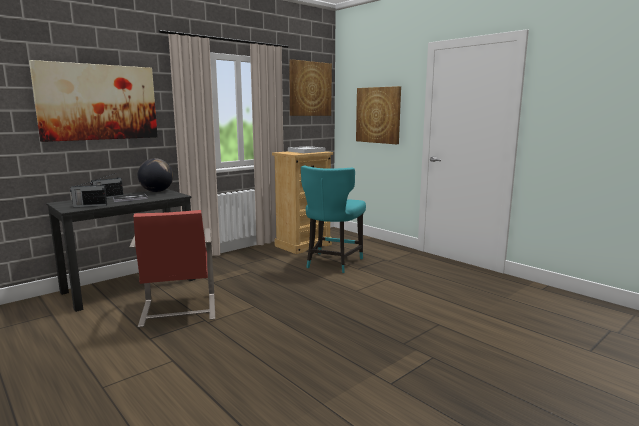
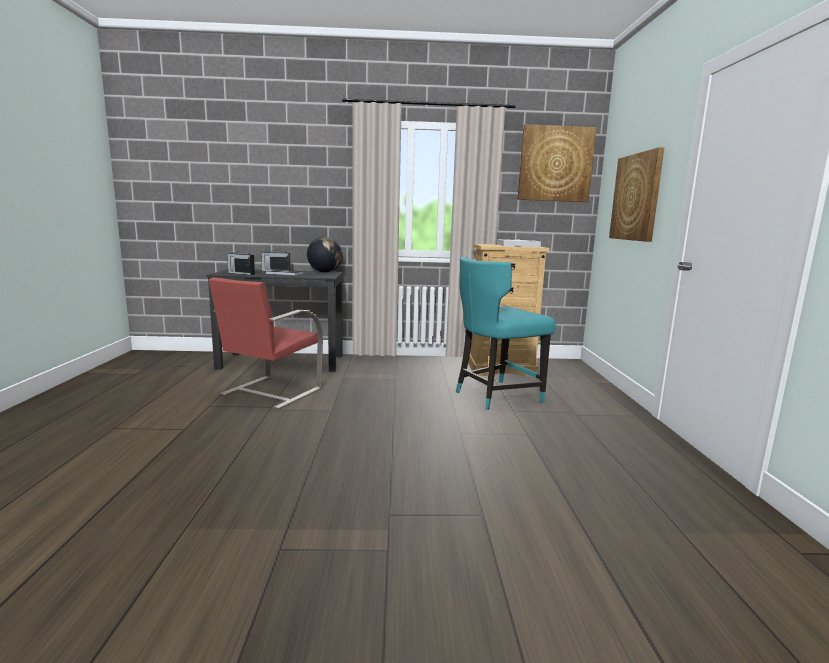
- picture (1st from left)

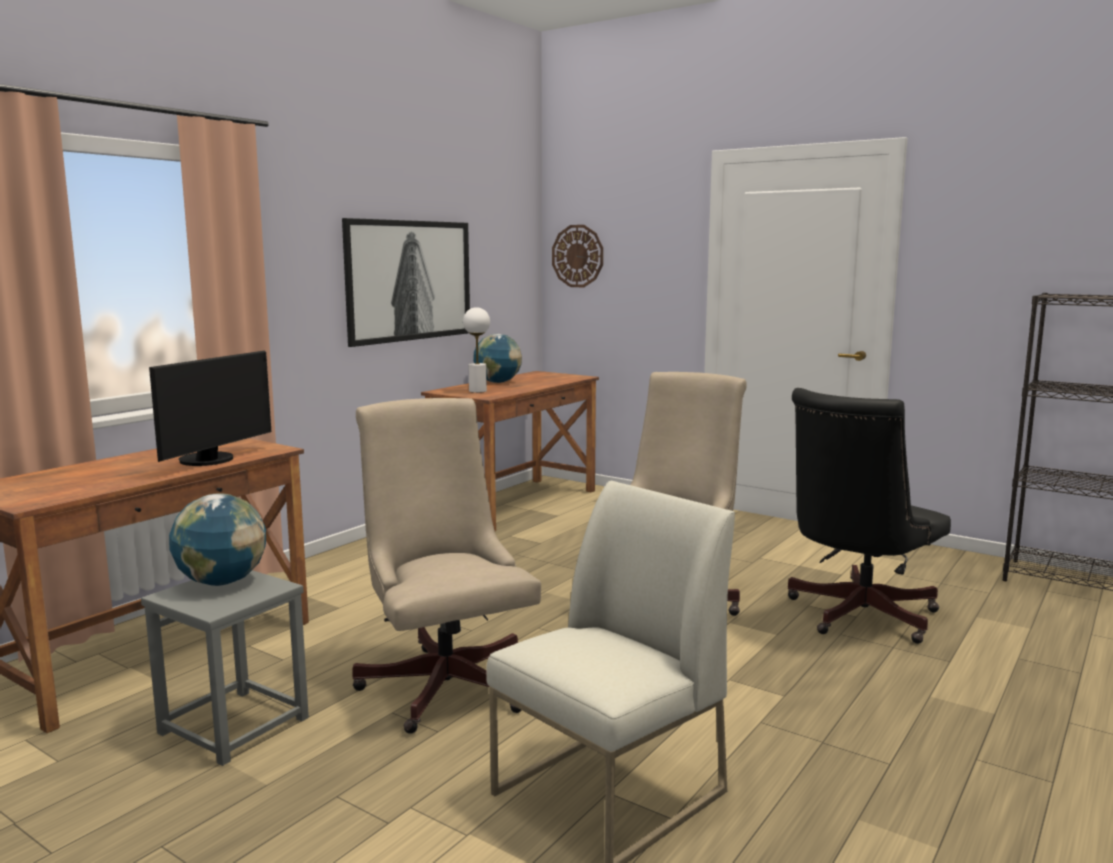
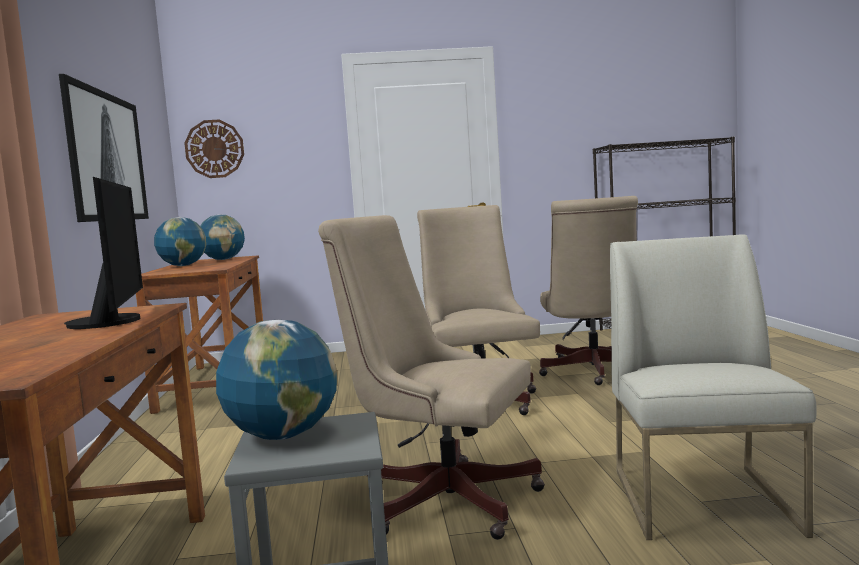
- table lamp (white)
~ office chair (black) to office chair (beige) (3rd from left)
+ globe (2nd from left)

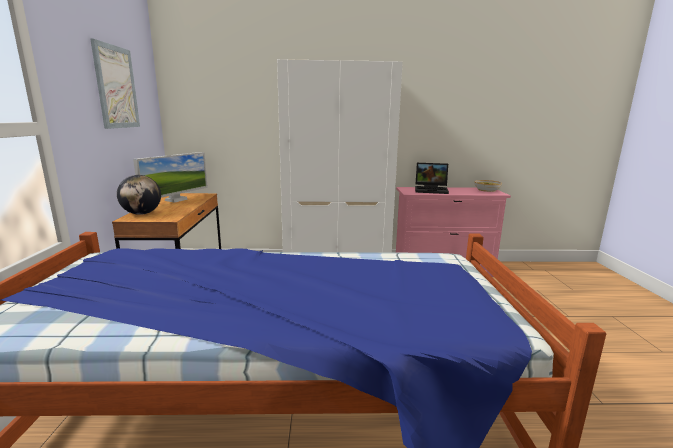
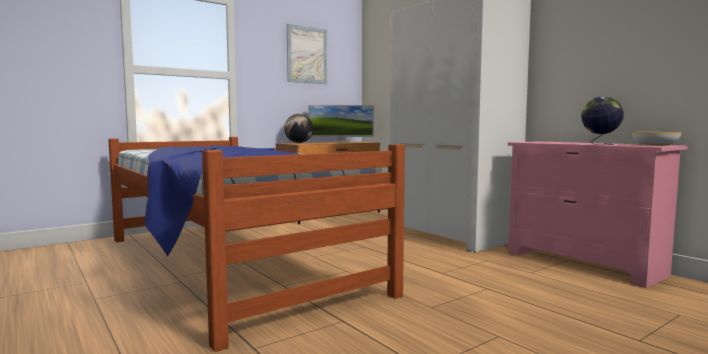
- laptop
+ globe (2nd from left)

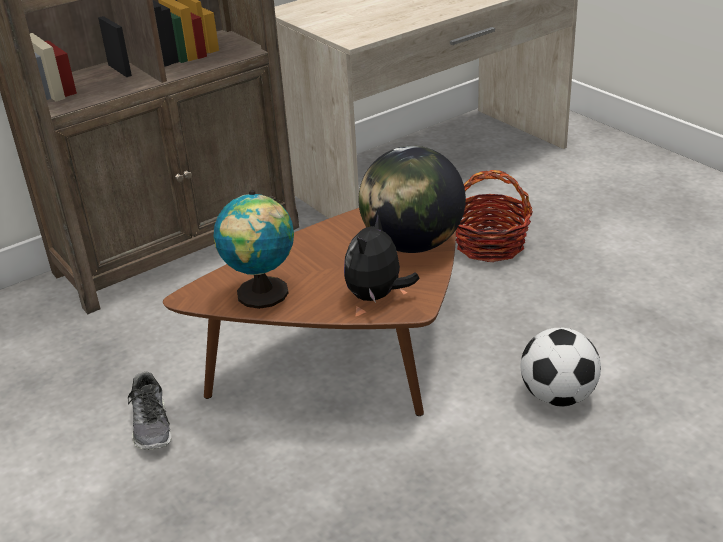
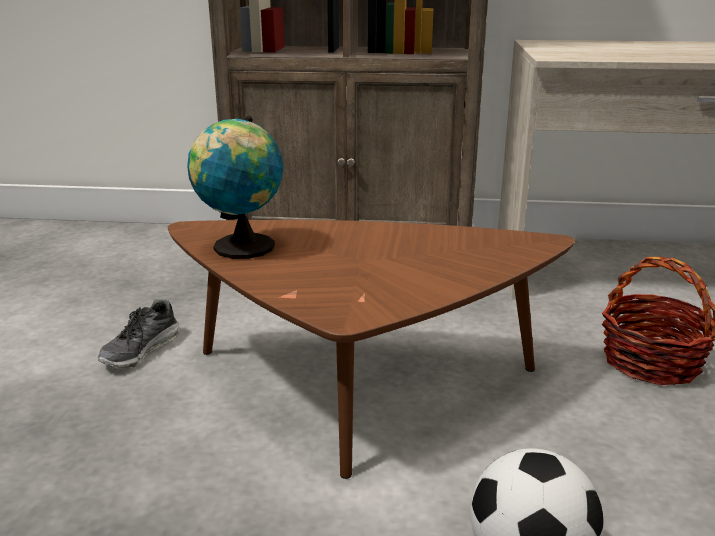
- plush toy
- globe (2nd from left)

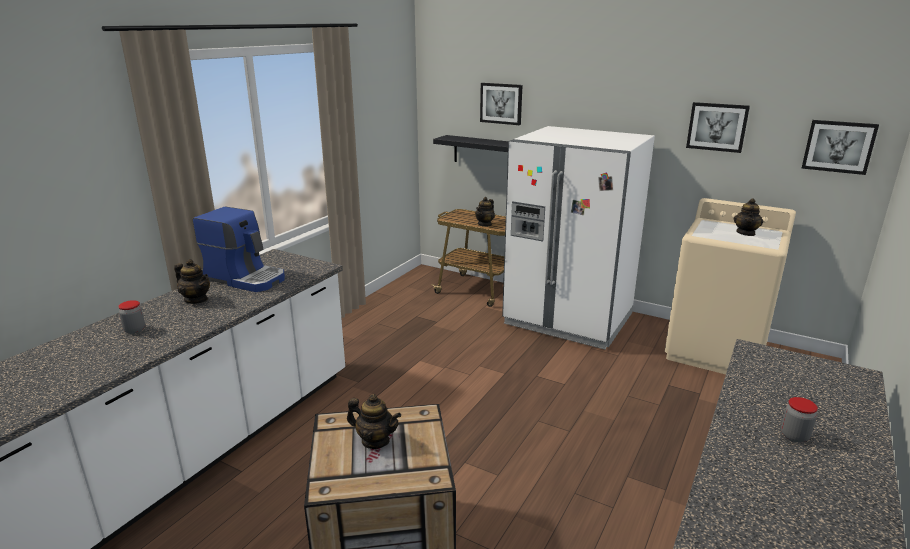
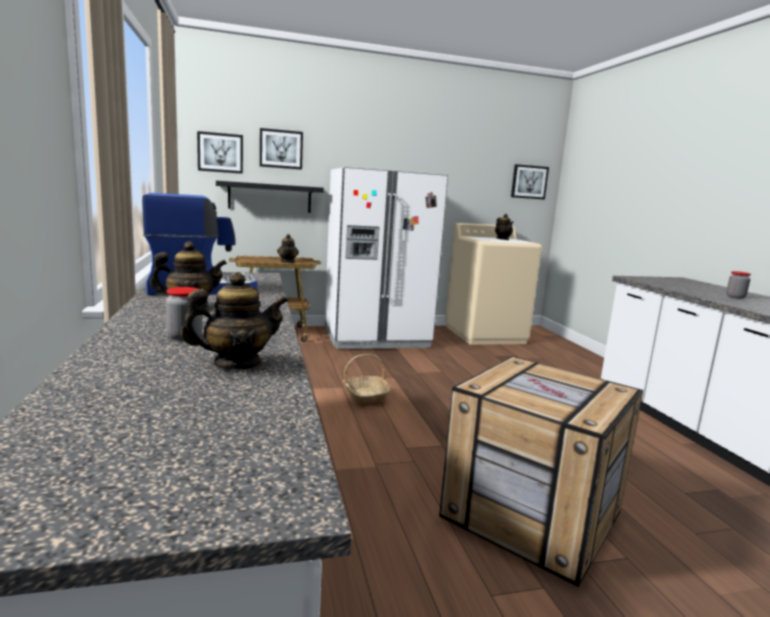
~ teapot (2nd from left)
~ picture (2nd from left in the first image) to picture (1st from left)
+ basket

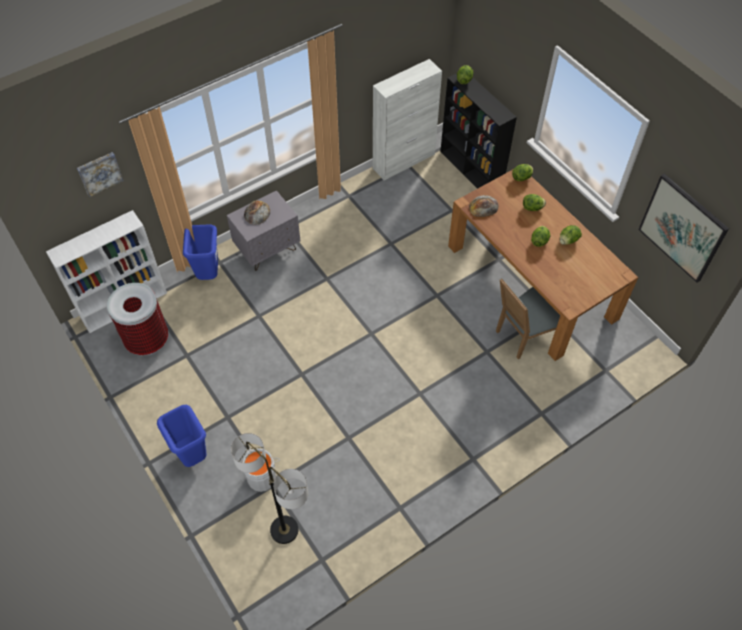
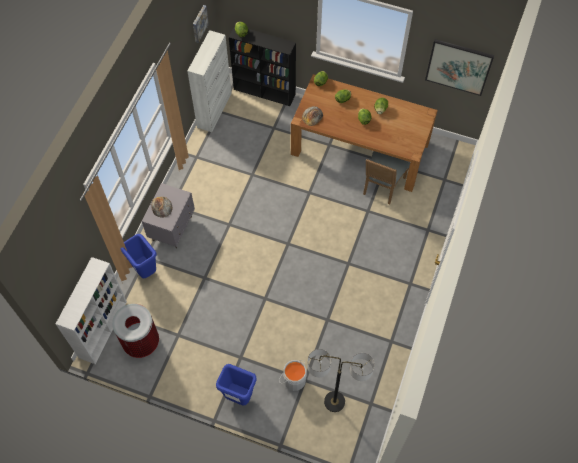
~ picture (1st from left)

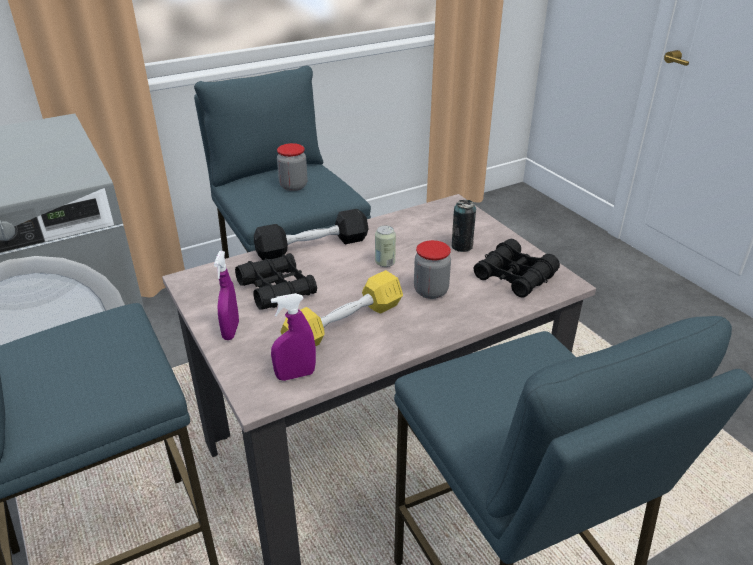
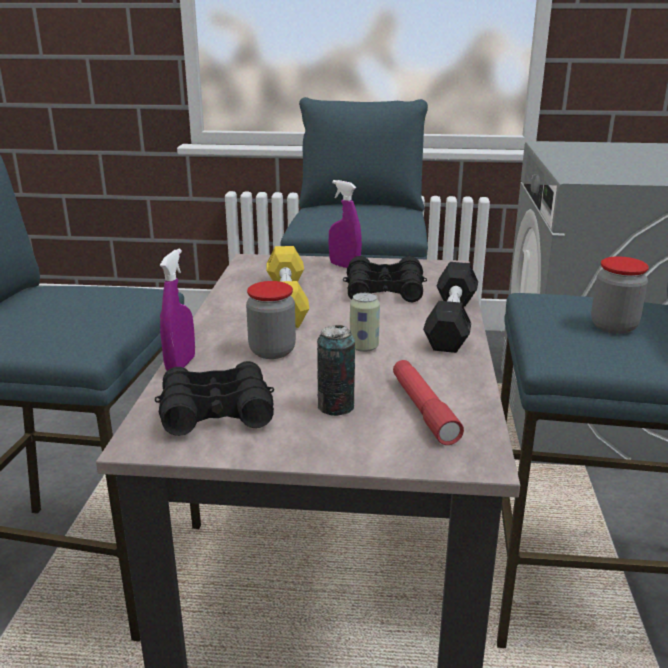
~ spray bottle (purple) (2nd from left in the first image) to spray bottle (purple) (1st from left)
+ flashlight (red)

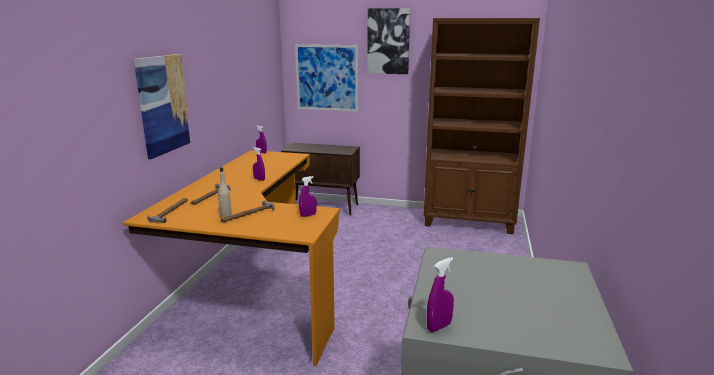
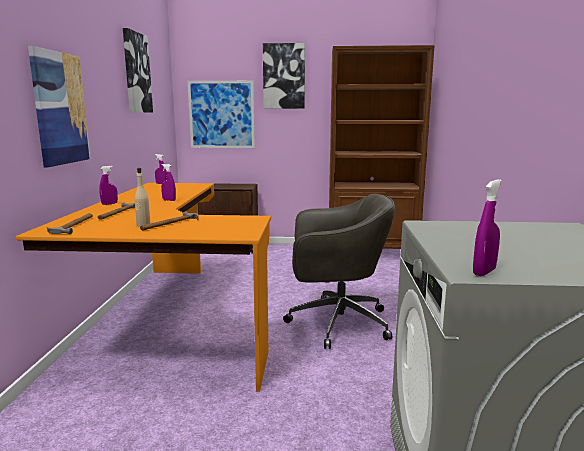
~ spray bottle (purple) (3rd from left in the first image) to spray bottle (purple) (1st from left)
+ picture (2nd from left)
+ office chair (grey)

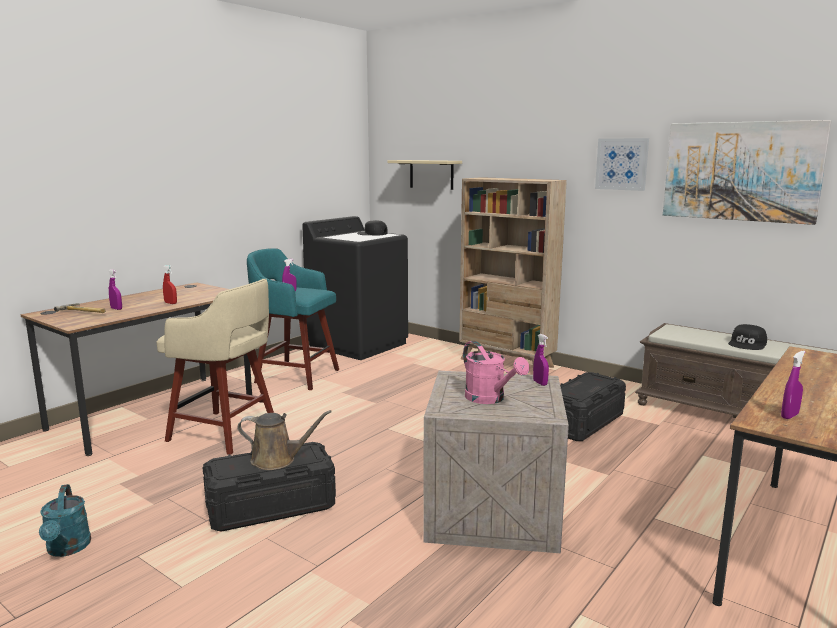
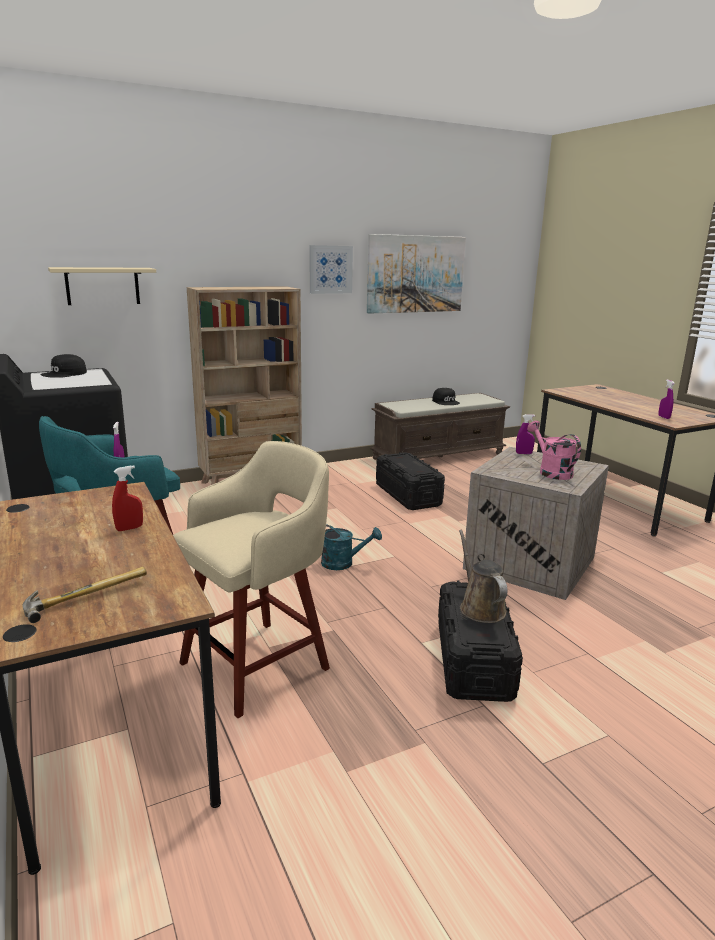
~ watering can (turquoise)
- spray bottle (purple) (1st from left)
~ watering can (brown) 45 degrees counterclockwise
~ watering can (pink) 105 degrees counterclockwise

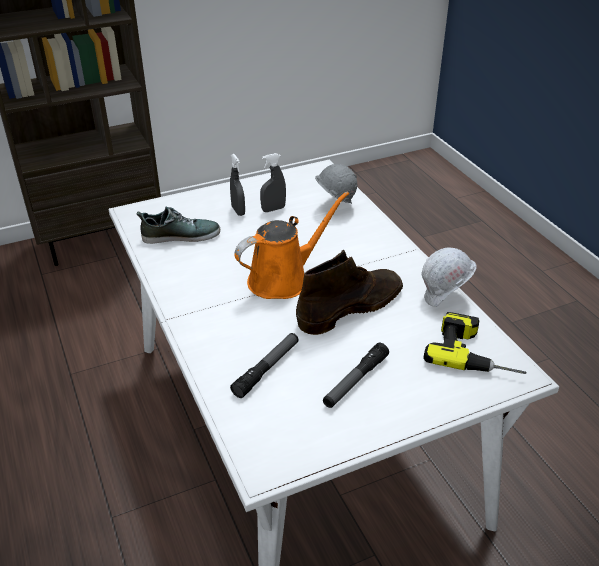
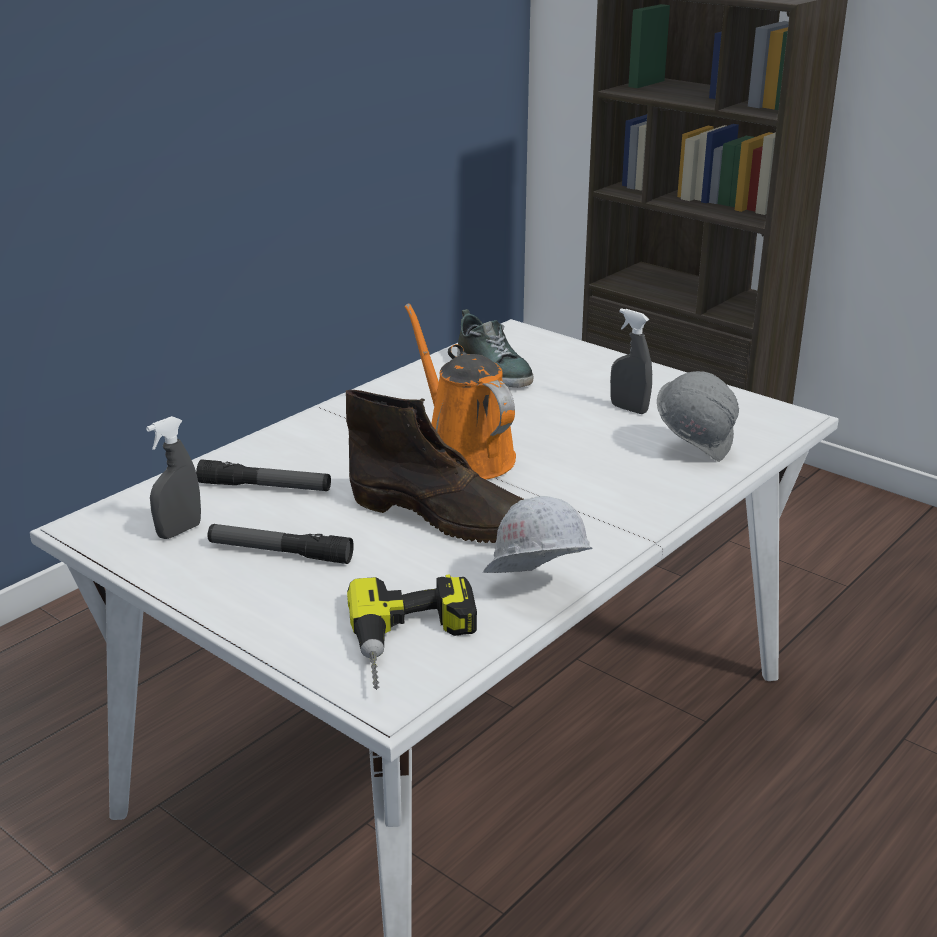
~ spray bottle (grey) (1st from left)
~ watering can (orange) 150 degrees counterclockwise

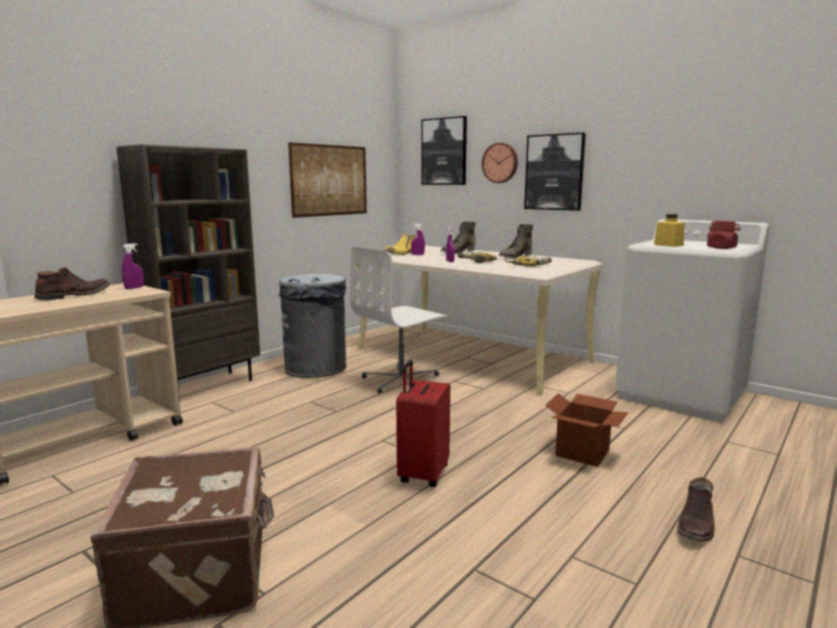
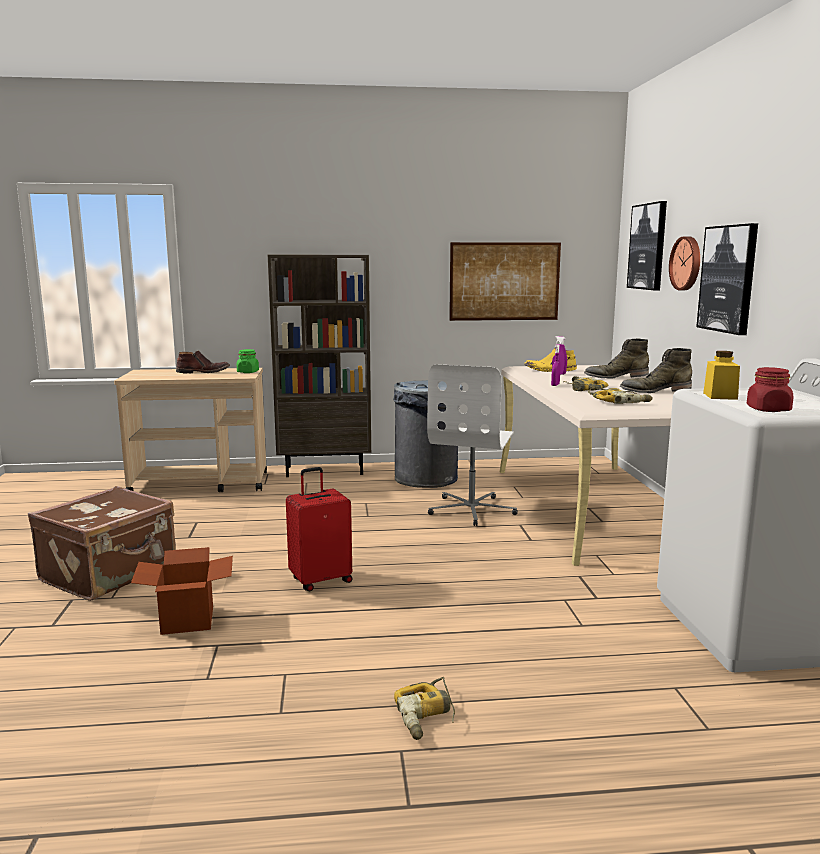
~ spray bottle (purple) (1st from left) to jar (green)
~ office chair (white) 75 degrees counterclockwise
~ cardboard box
~ boot (brown) (2nd from left) to power drill (1st from left)

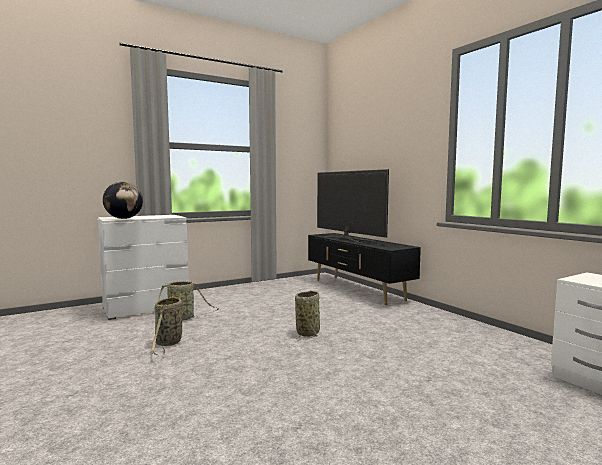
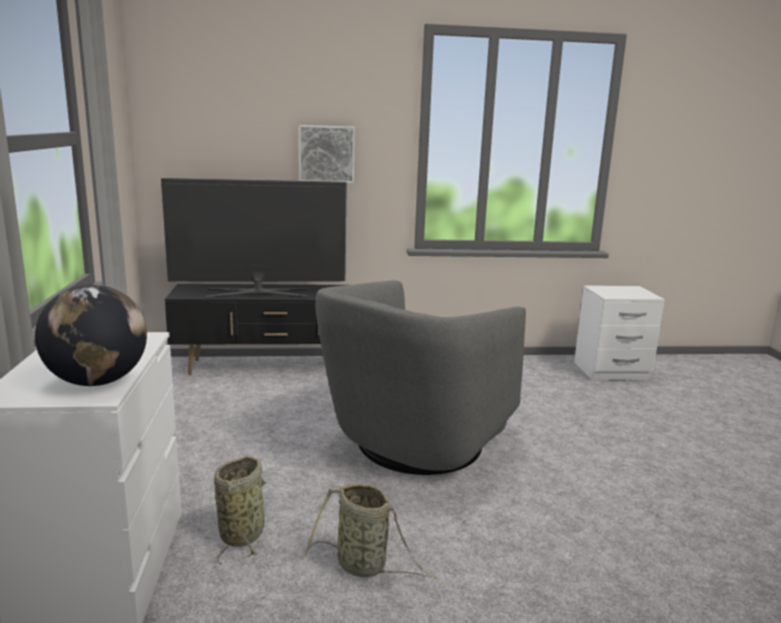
~ basket (3rd from left) to armchair (grey)
+ picture

